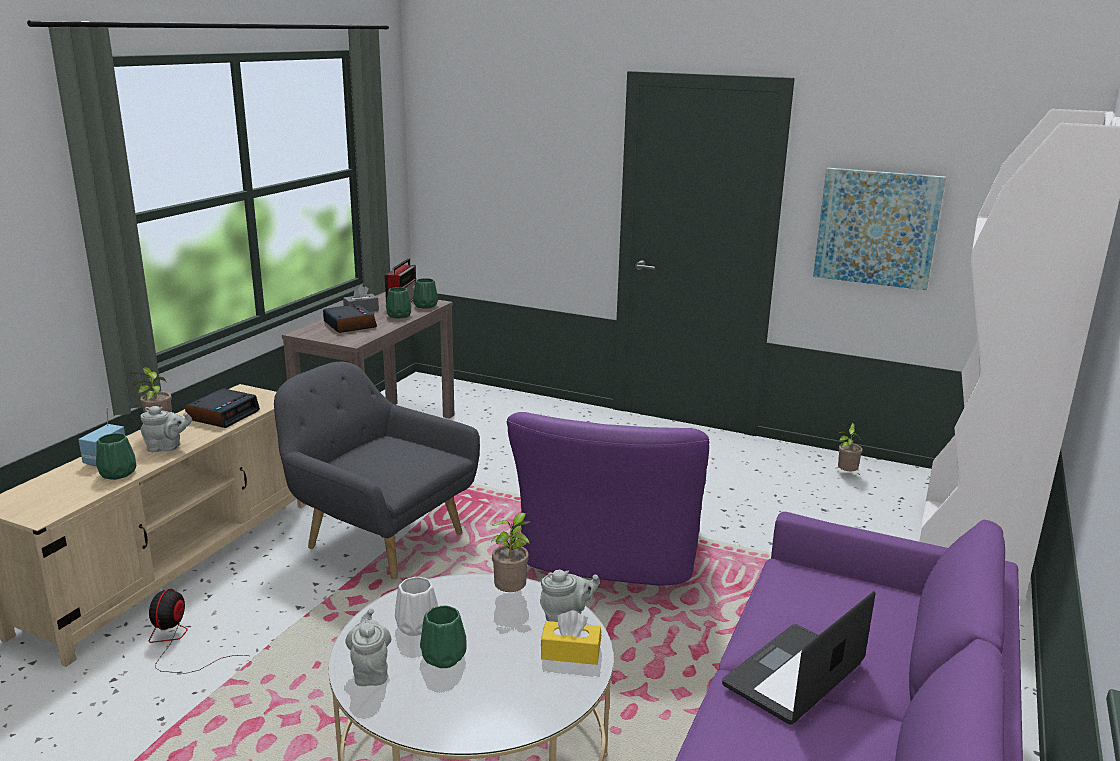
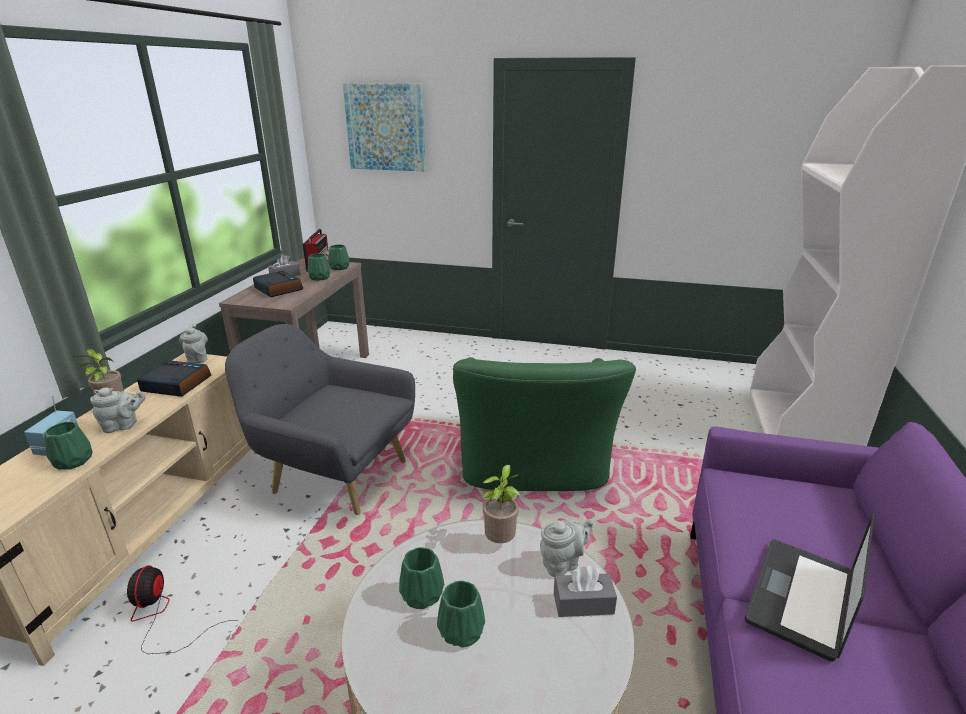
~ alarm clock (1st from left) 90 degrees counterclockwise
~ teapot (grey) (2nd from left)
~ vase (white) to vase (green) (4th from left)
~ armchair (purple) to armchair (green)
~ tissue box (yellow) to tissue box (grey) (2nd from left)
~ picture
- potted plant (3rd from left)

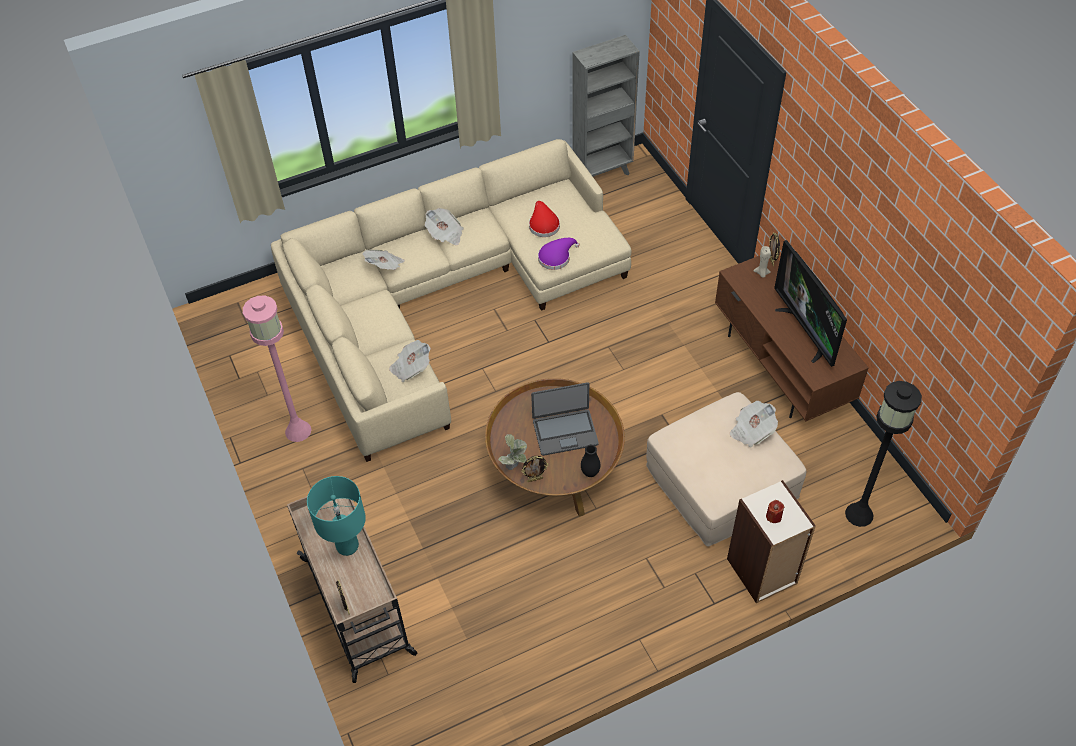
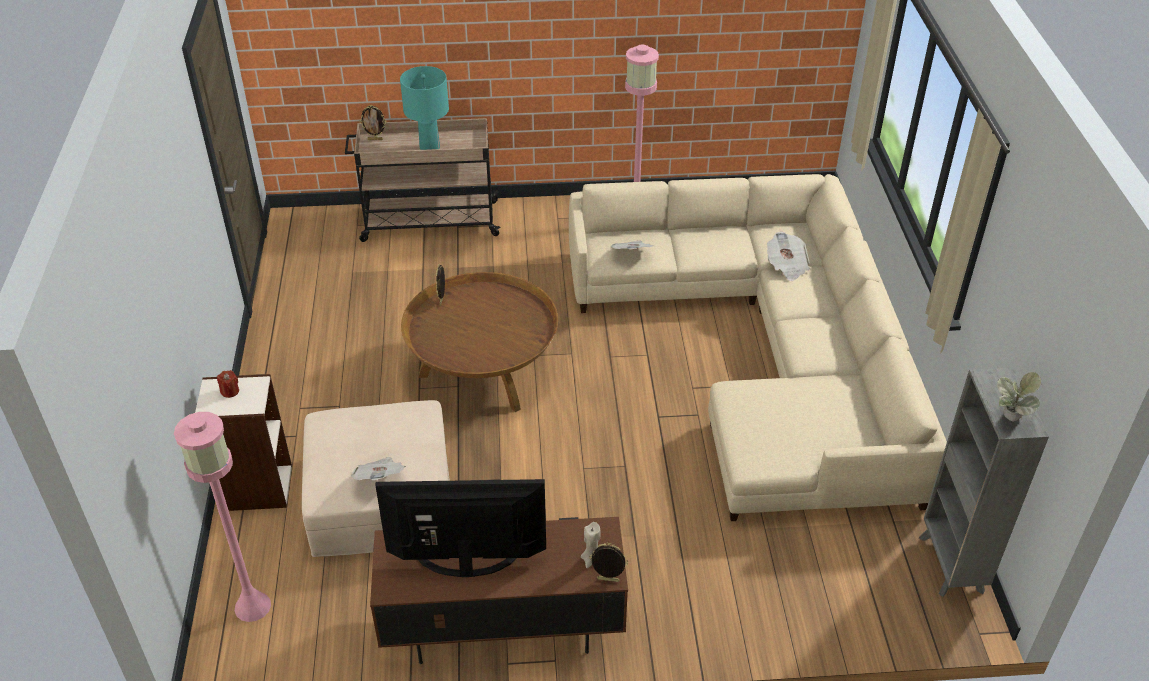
- newspaper (3rd from left)
~ potted plant
- hat (red)
- laptop
- hat (purple)
- vase (black)
~ floor lamp (black) to floor lamp (pink) (1st from left)

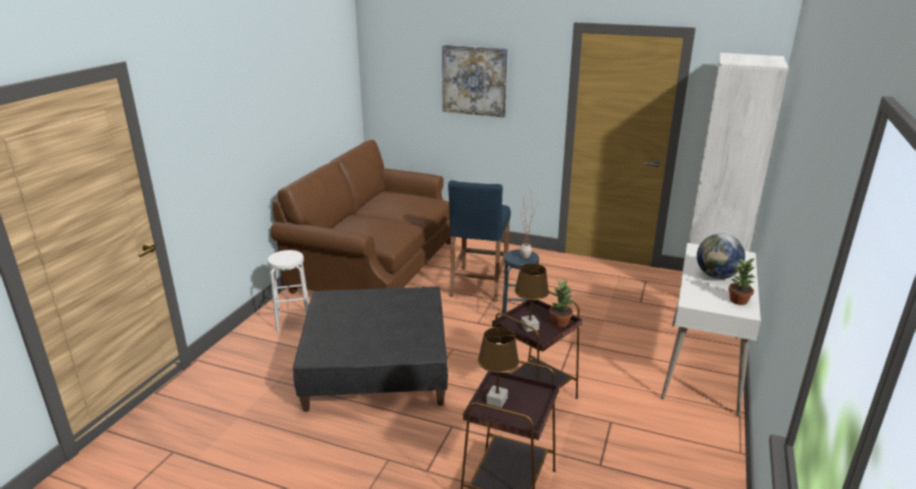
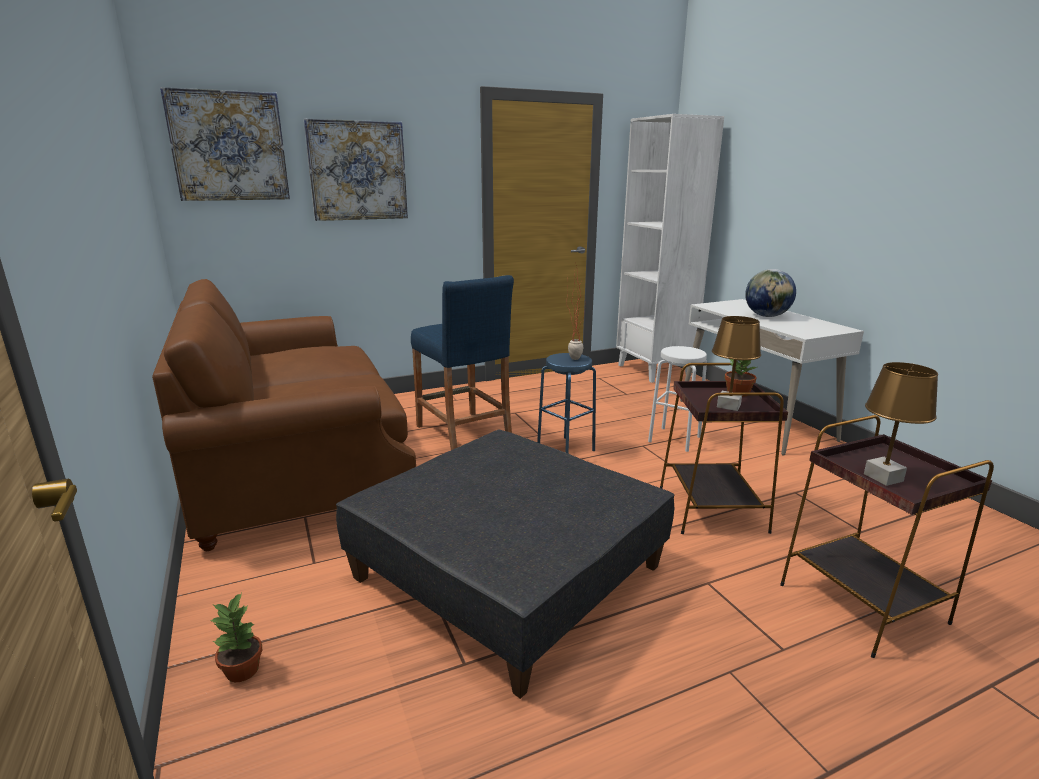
~ stool (white)
~ potted plant (3rd from left in the first image) to potted plant (1st from left)
+ picture (1st from left)

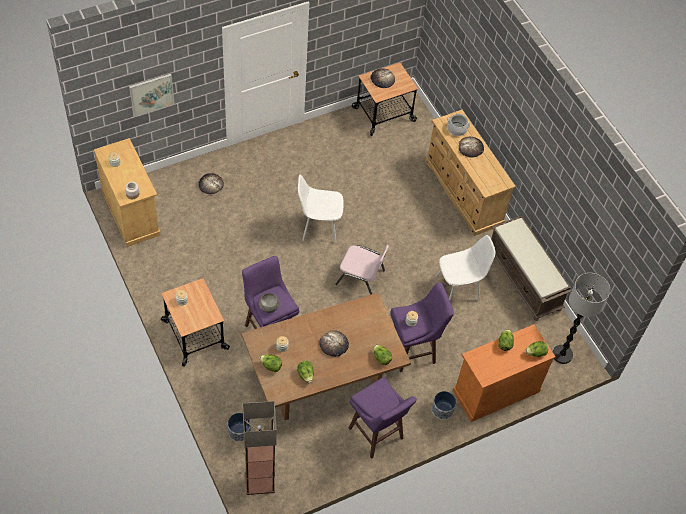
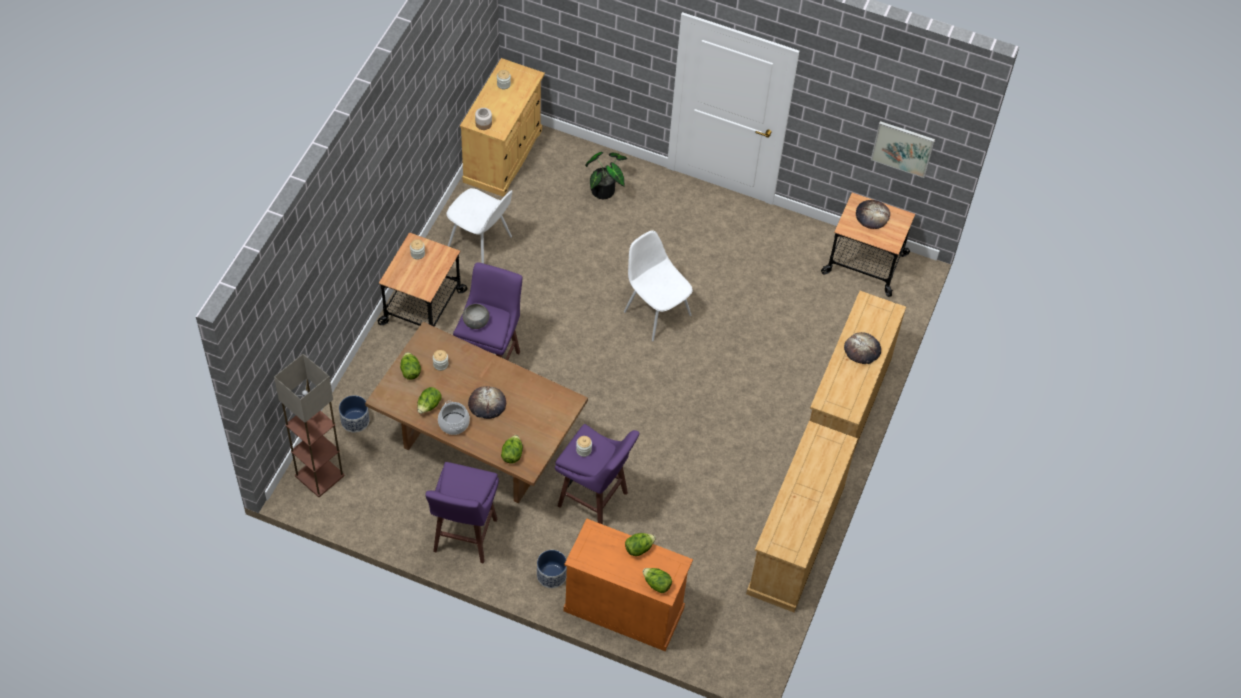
~ picture
~ bread (1st from left) to potted plant
- chair (pink)
~ chair (white) (2nd from left in the first image) to chair (white) (1st from left)
~ cooking pot
~ bench (brown) to dresser (beige) (1st from left)
- floor lamp (2nd from left)

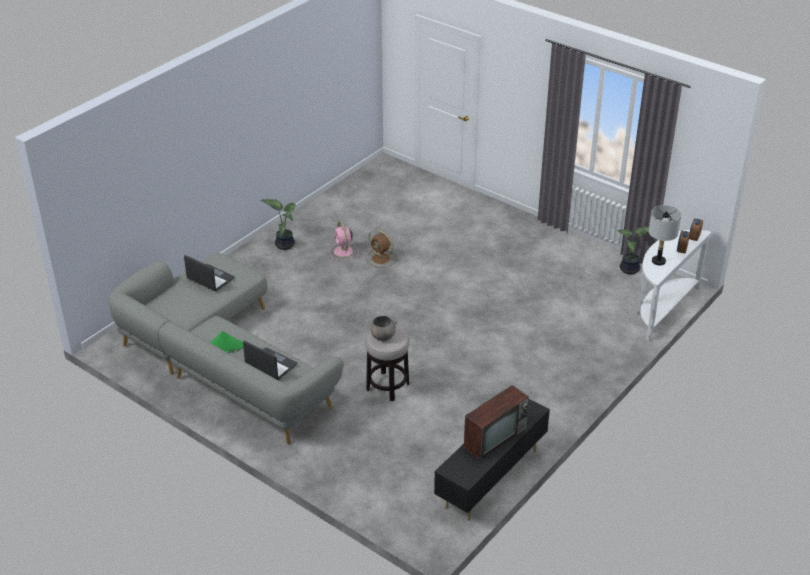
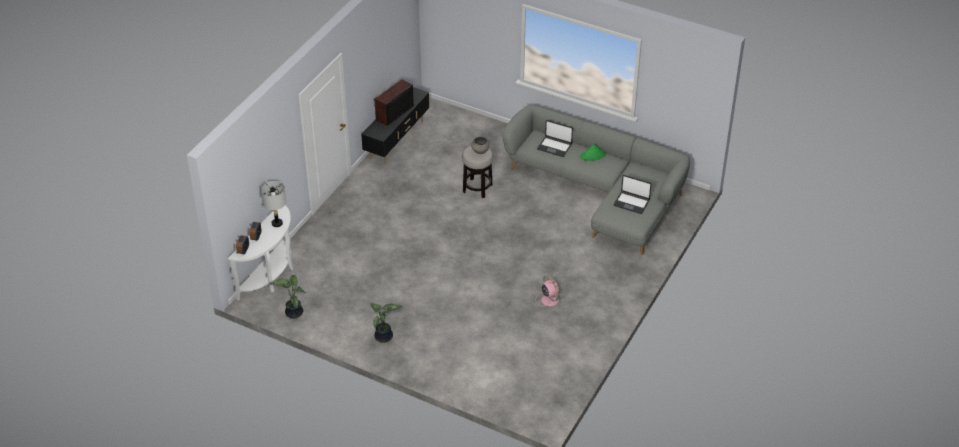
~ potted plant (1st from left in the first image) to potted plant (2nd from left)
- fan (brown)

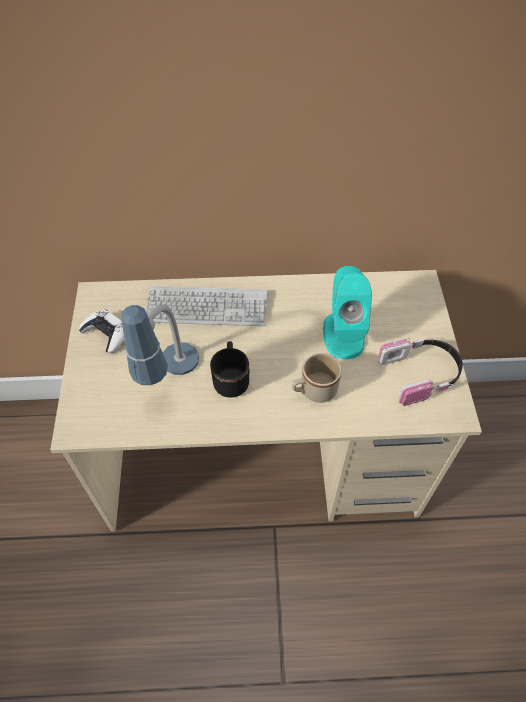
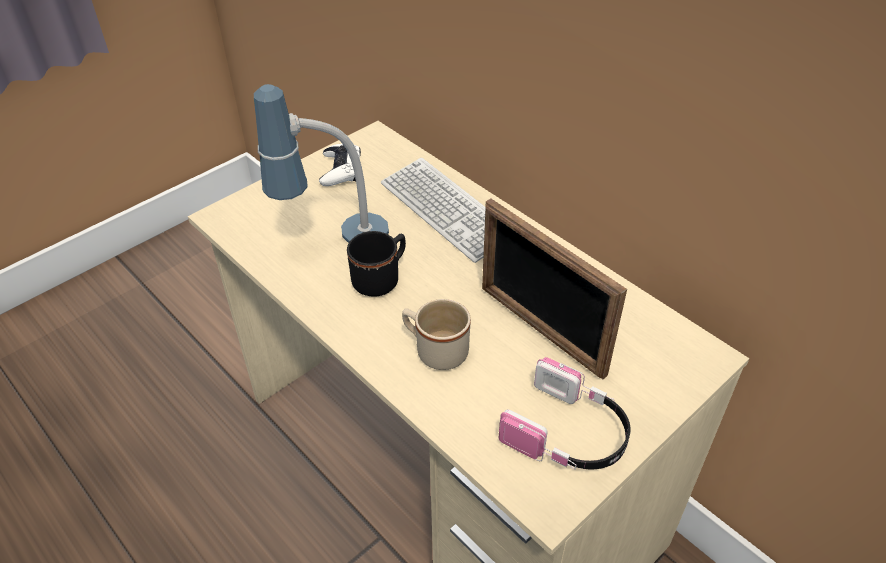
~ speaker (turquoise) to picture frame

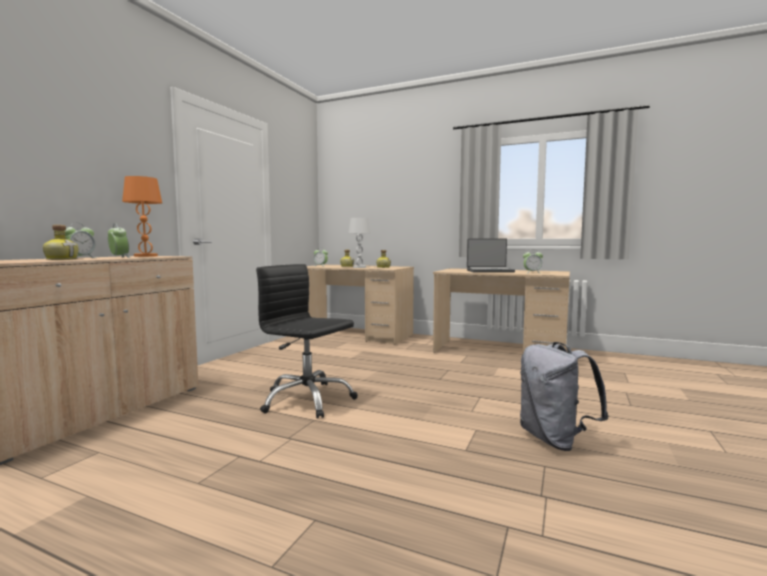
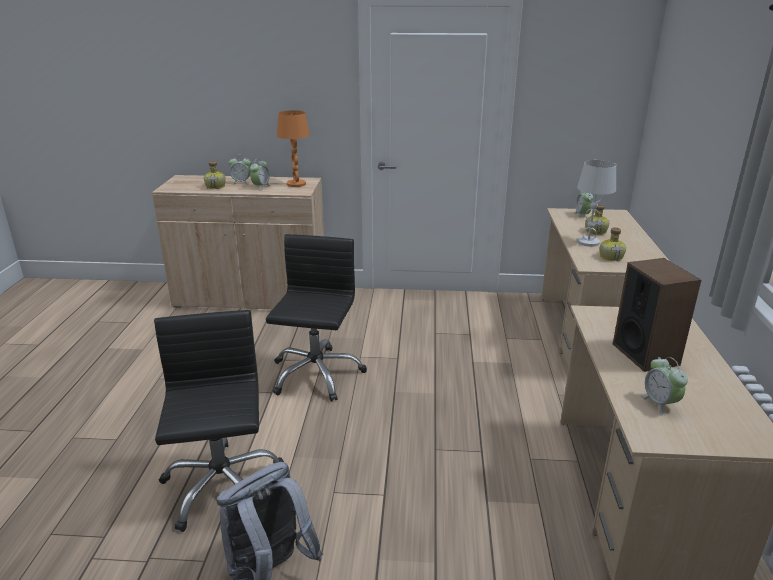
~ laptop to speaker
+ office chair (black) (1st from left)

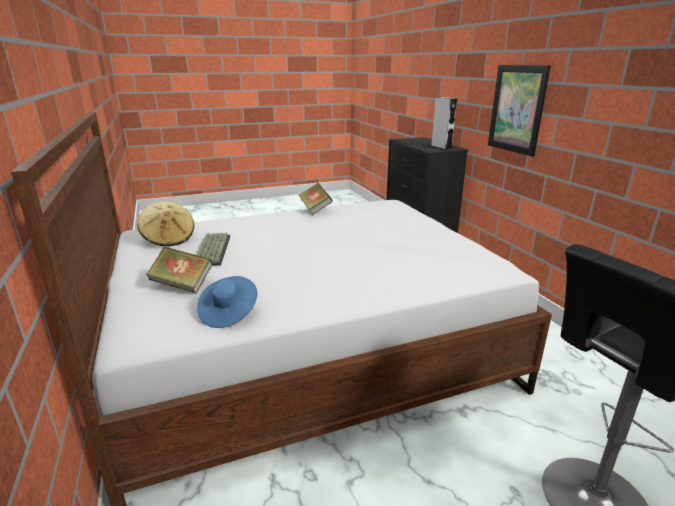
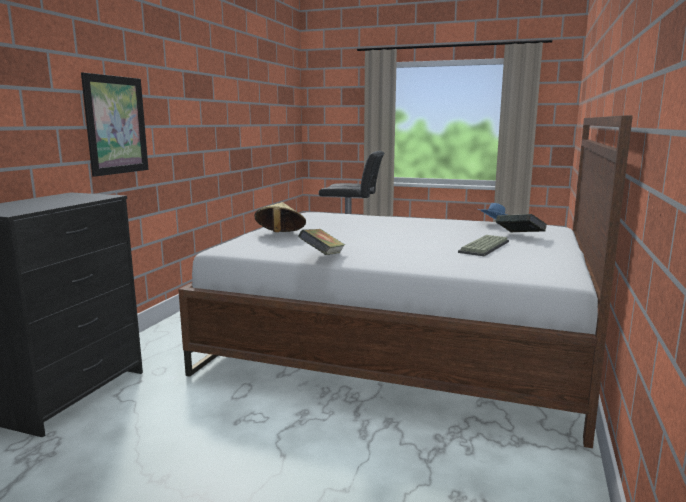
~ hat (beige)
- speaker (grey)

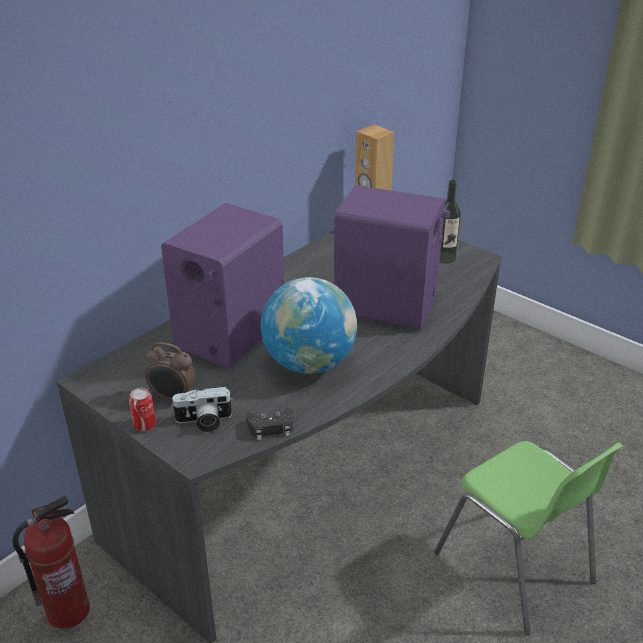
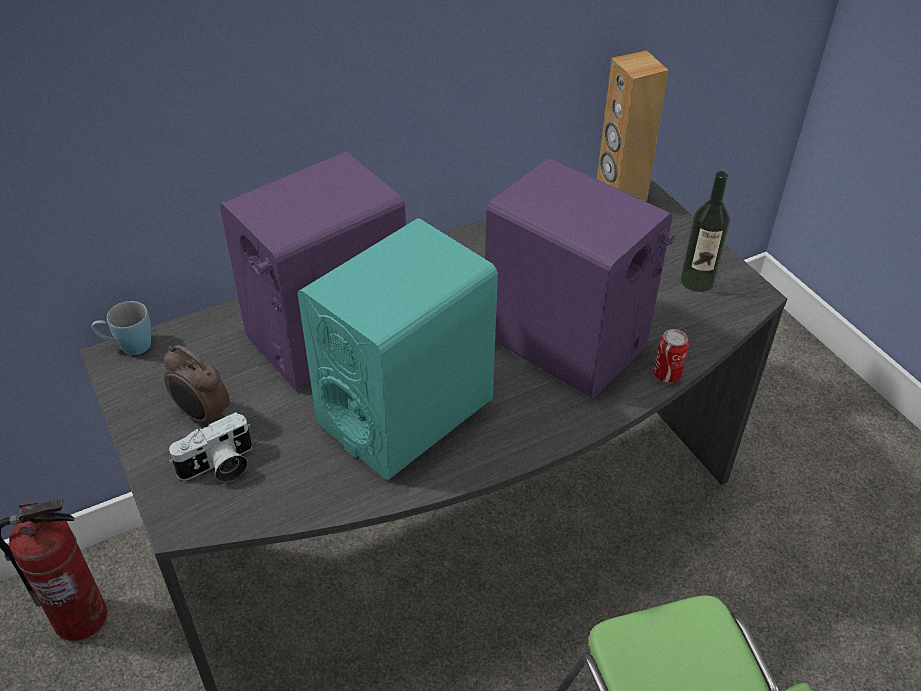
~ can
~ photo camera 45 degrees counterclockwise
- game controller (black)
~ globe to speaker (turquoise)
+ mug (blue)

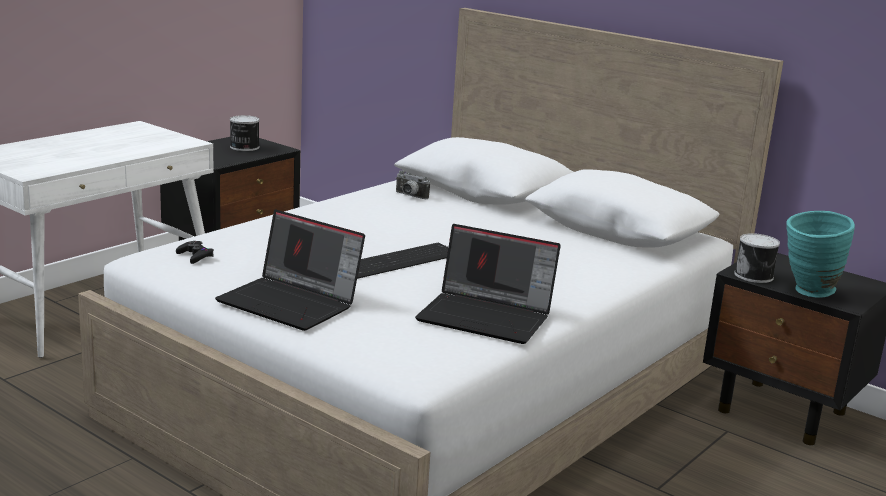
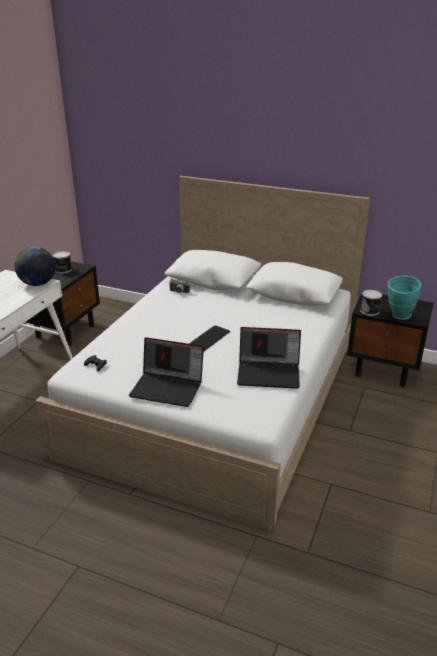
+ globe

